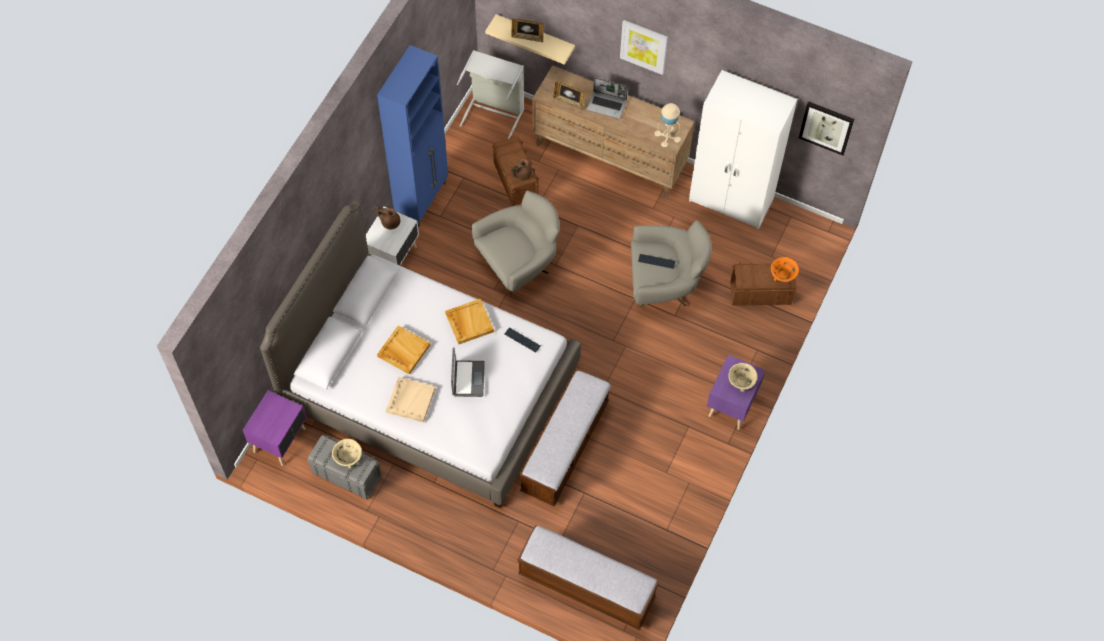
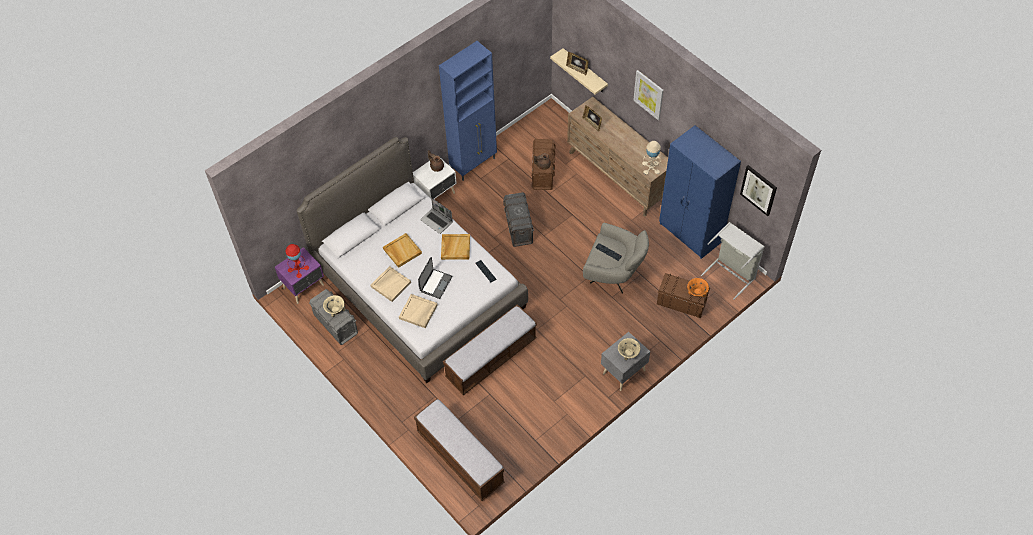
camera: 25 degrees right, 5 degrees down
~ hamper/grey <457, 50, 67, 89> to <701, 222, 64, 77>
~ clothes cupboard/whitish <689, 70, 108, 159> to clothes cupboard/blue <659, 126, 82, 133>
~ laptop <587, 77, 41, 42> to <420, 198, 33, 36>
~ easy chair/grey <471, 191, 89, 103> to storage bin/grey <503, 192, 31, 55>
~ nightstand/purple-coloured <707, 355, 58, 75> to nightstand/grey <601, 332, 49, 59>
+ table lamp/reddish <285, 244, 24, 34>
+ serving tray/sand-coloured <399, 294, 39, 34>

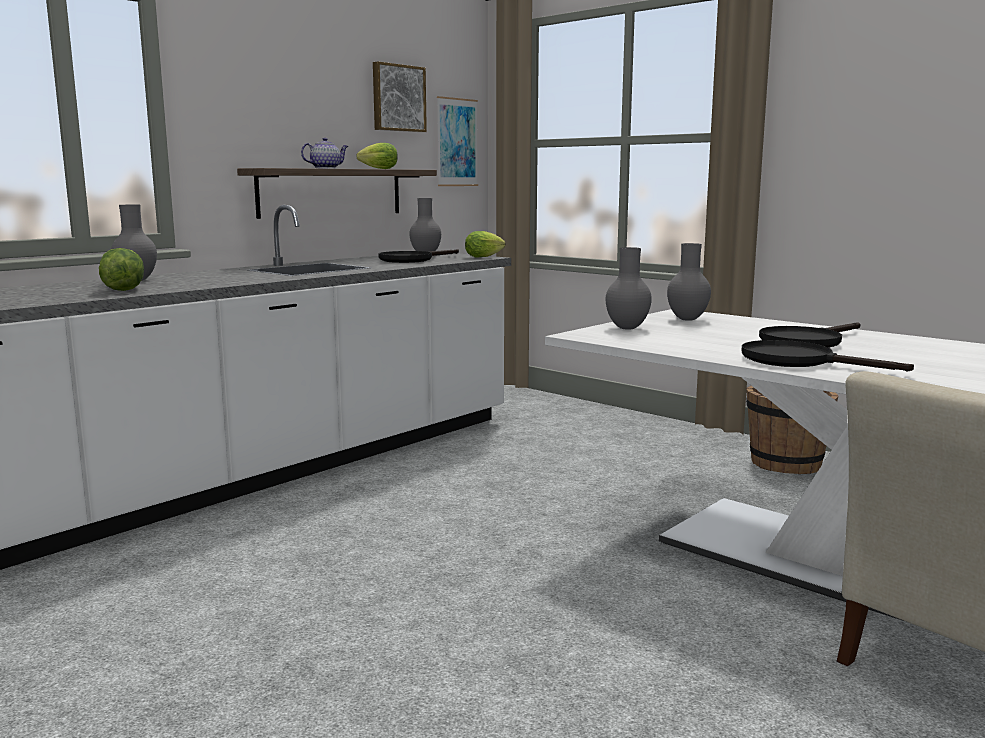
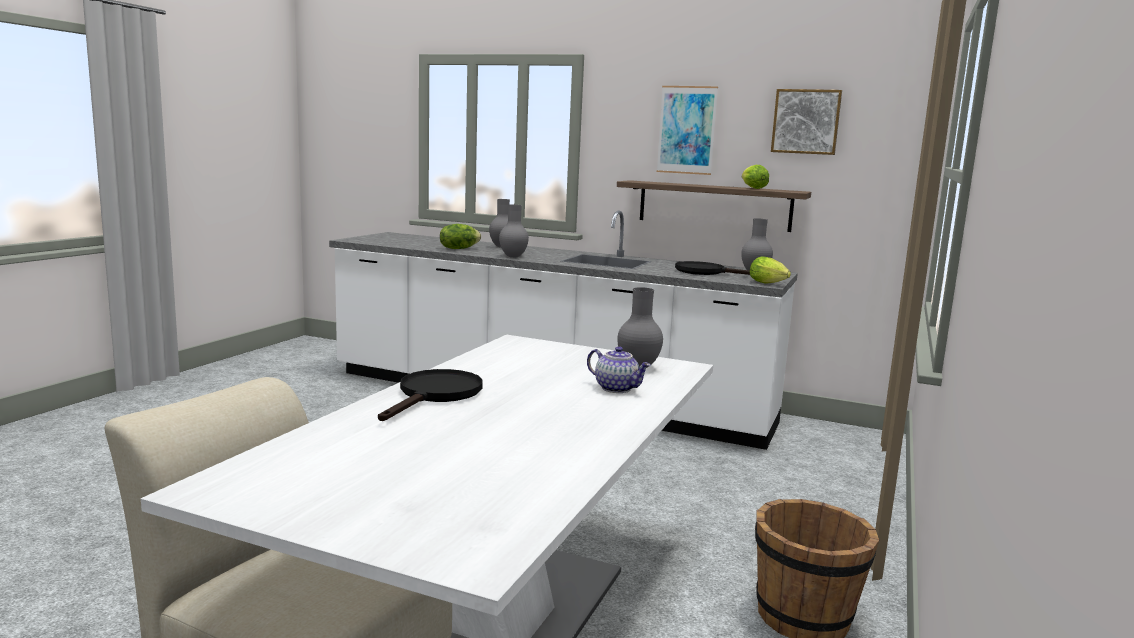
camera: 70 degrees right, 0 degrees up
~ picture <437, 96, 41, 90> to <657, 86, 61, 89>
~ tea pot <301, 138, 48, 31> to <587, 346, 64, 47>
~ flower vase/grey <606, 247, 46, 83> to <499, 205, 30, 53>
- frying pan/black-coloured <759, 322, 101, 26>

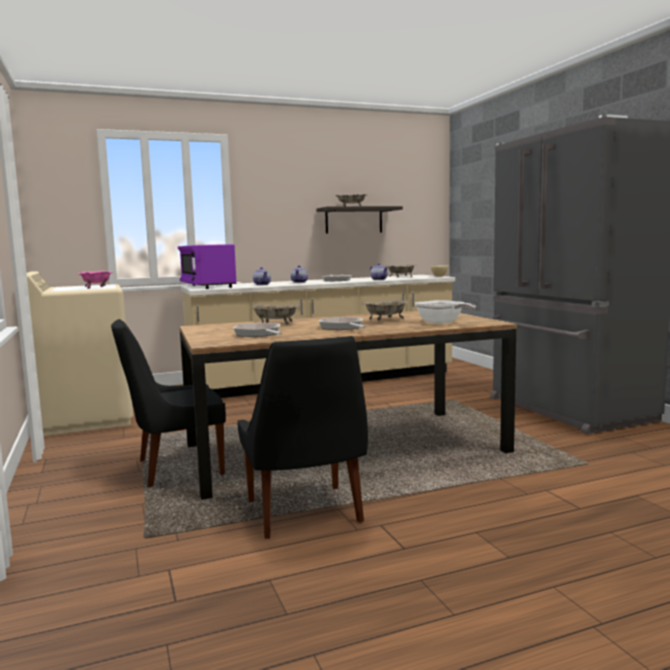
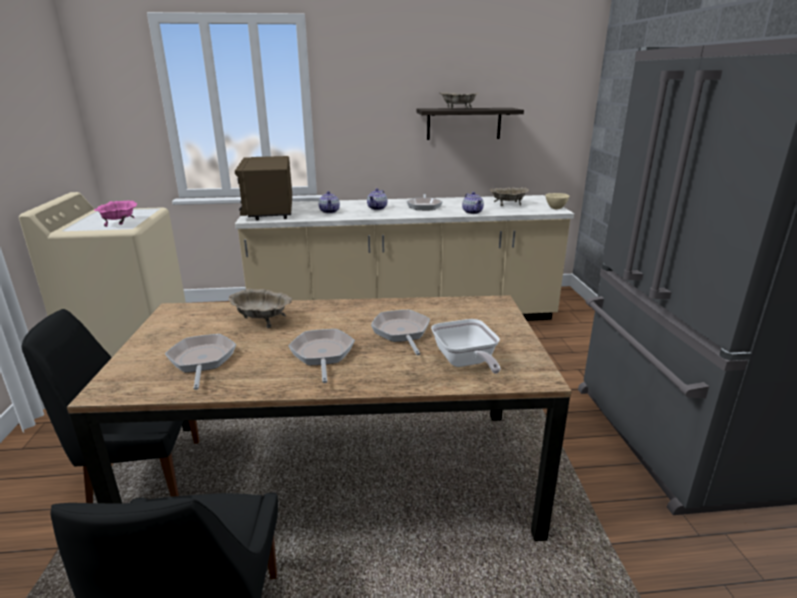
camera: 15 degrees right, 15 degrees up
~ microwave oven/purple-coloured <178, 244, 59, 45> to microwave oven/brown <235, 156, 57, 64>
~ deep dish/sand-coloured <362, 300, 47, 21> to frying pan <371, 310, 59, 45>

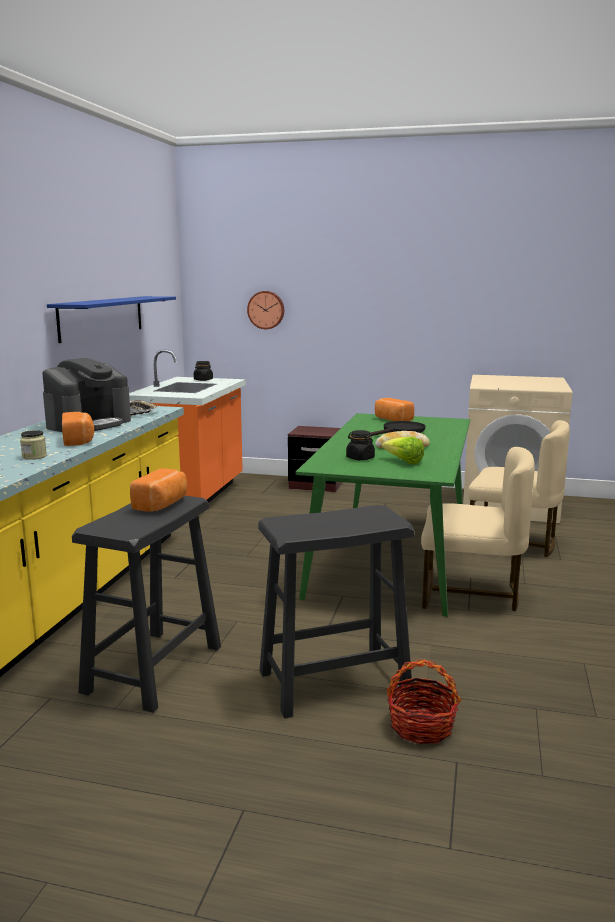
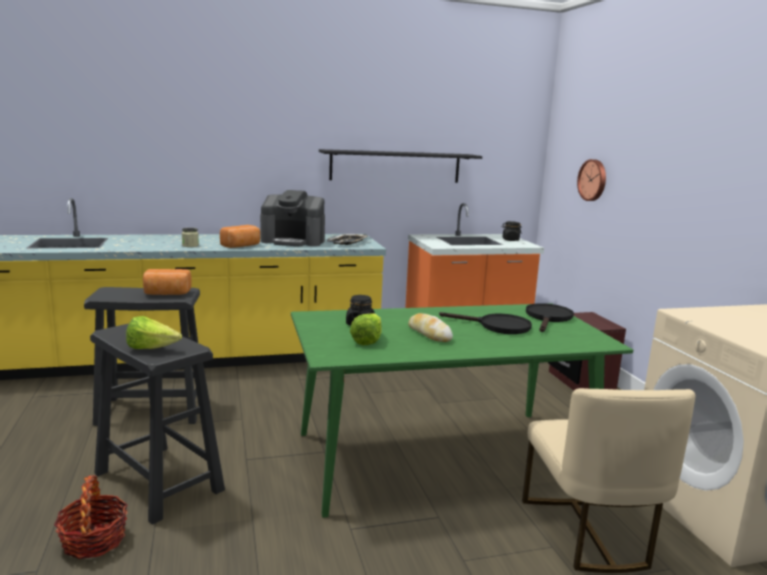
camera: 60 degrees right, 0 degrees up
~ shelf/blue <47, 296, 129, 47> to shelf/black-coloured <319, 149, 163, 34>
~ bakery bread <375, 398, 39, 23> to frying pan/black-coloured <526, 303, 48, 29>
- plain chair/sand-coloured <421, 447, 114, 164>
+ head of lettuce <126, 316, 56, 33>

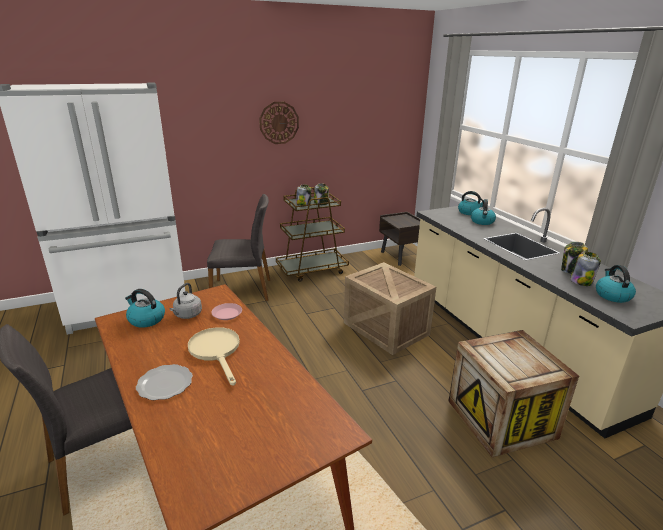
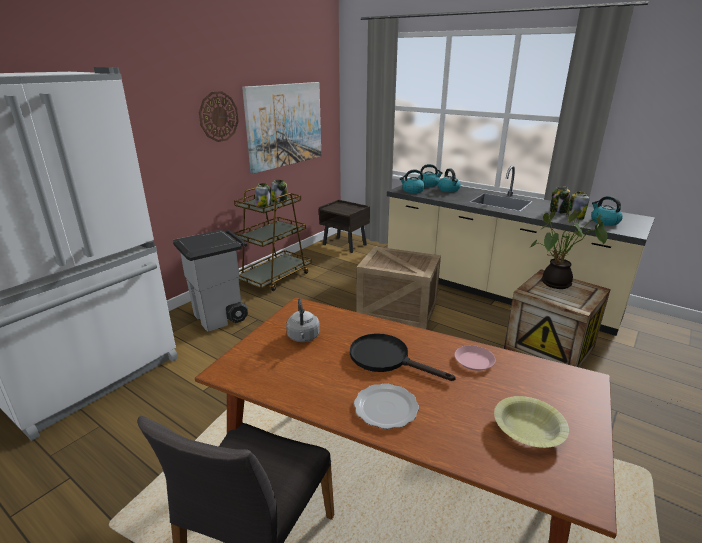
camera: 30 degrees left, 0 degrees up
~ plain chair/grey <207, 194, 63, 107> to trash can/grey <173, 230, 75, 102>
~ water kettle <125, 289, 40, 39> to <400, 169, 25, 24>
~ flat dish/pinkish <211, 303, 31, 17> to <454, 345, 42, 26>
~ frying pan/sand-coloured <188, 327, 52, 59> to frying pan/black-coloured <350, 333, 106, 48>
+ picture <242, 82, 79, 92>
+ houseplant <529, 210, 78, 79>
+ deep dish/yellow-coloured <494, 396, 75, 52>

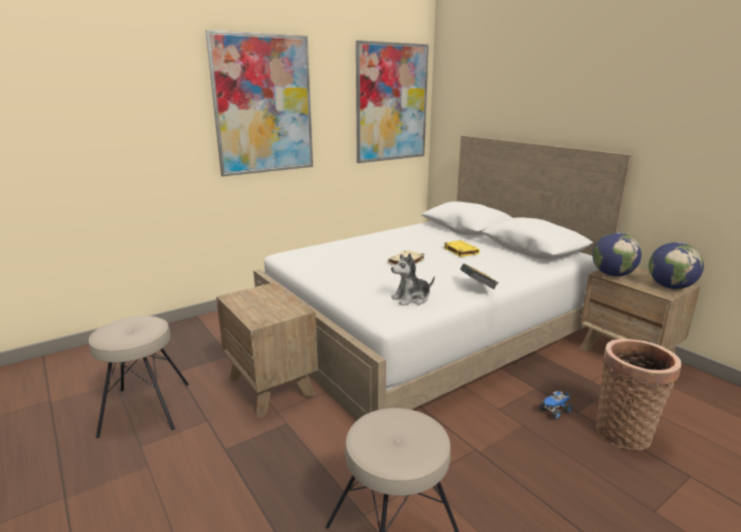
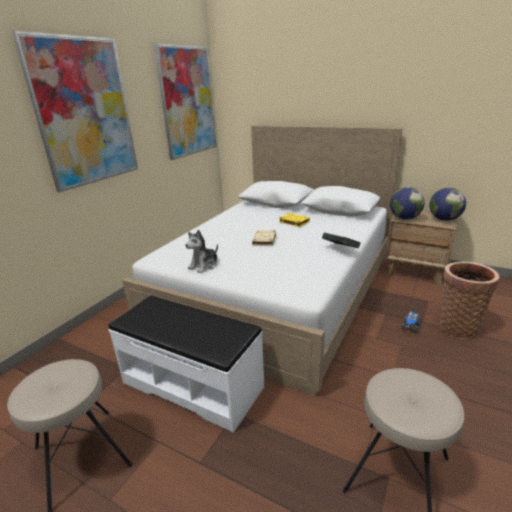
camera: 25 degrees left, 5 degrees up
~ plush toy <391, 253, 44, 53> to <185, 230, 33, 43>
~ nightstand/brown <216, 282, 102, 136> to indoor bench/whitish <108, 295, 156, 138>

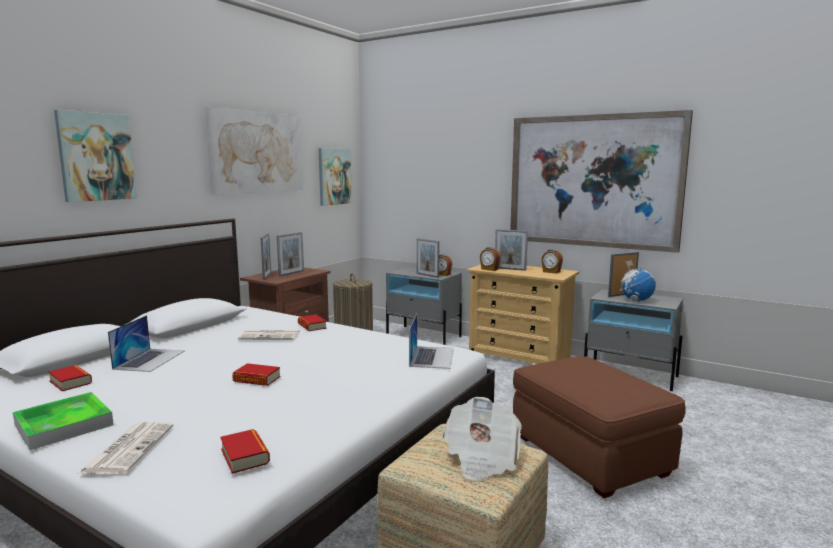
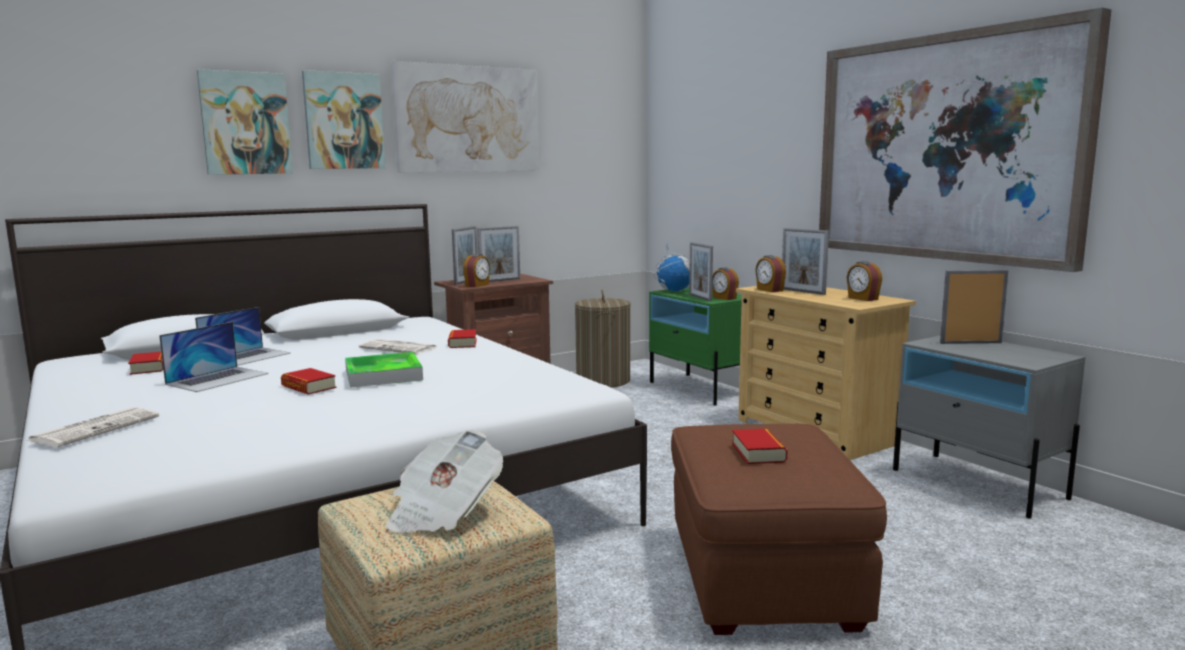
camera: 25 degrees right, 0 degrees up
~ picture <319, 148, 33, 58> to <302, 70, 84, 99>
~ globe <619, 260, 37, 41> to <654, 245, 36, 46>
~ nightstand/grey <386, 267, 76, 78> to nightstand/green <649, 287, 93, 118>
~ laptop <409, 314, 45, 55> to <159, 322, 109, 70>
~ serving tray <13, 392, 101, 58> to <345, 352, 78, 36>
~ book <220, 429, 50, 45> to <732, 429, 56, 35>
+ table clock <463, 254, 27, 33>

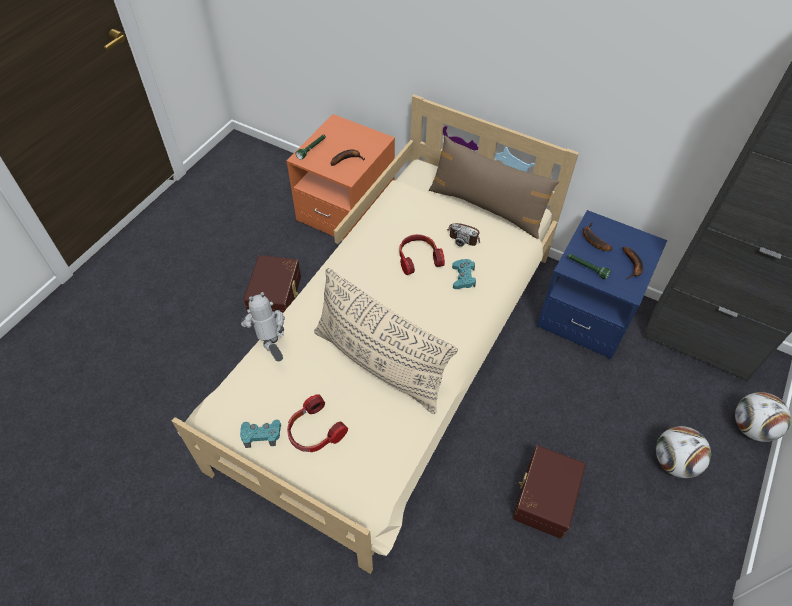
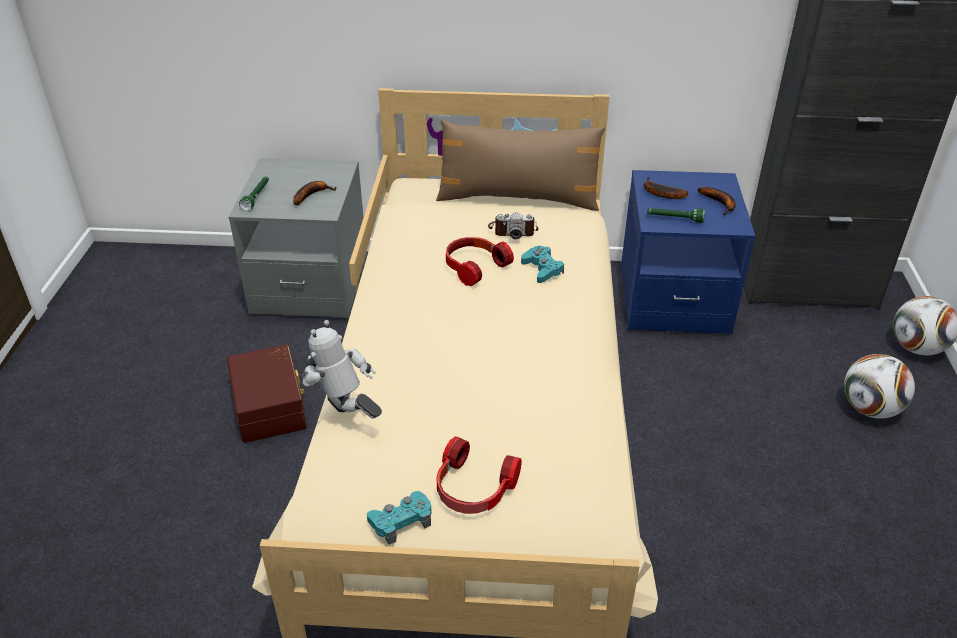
camera: 25 degrees left, 15 degrees down
~ nightstand/orange <286, 114, 109, 126> to nightstand/grey <228, 158, 139, 160>
- cushion/sand-coloured <314, 268, 144, 146>
- storage bin/brown <513, 446, 73, 93>

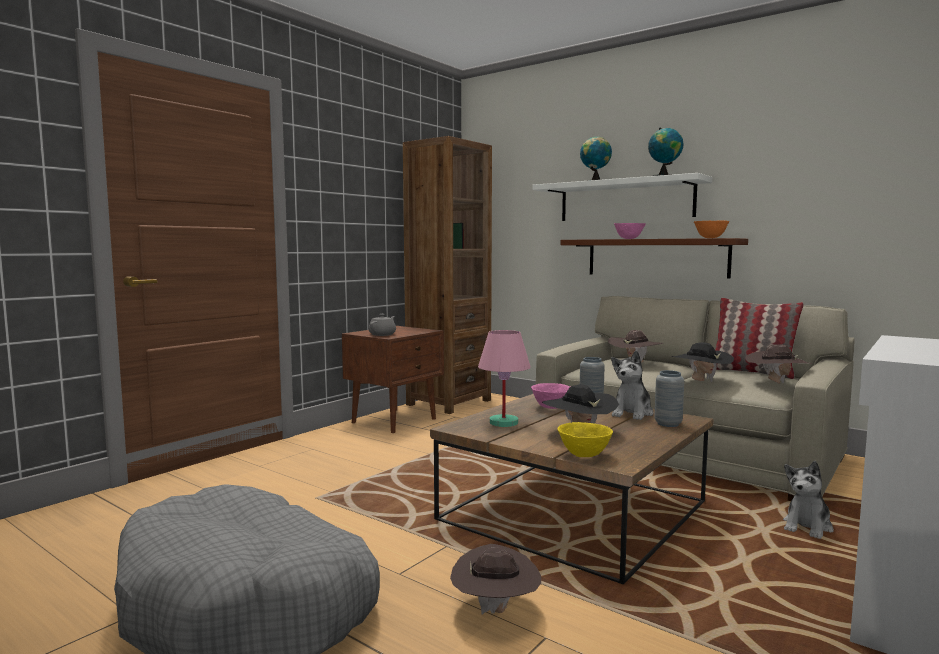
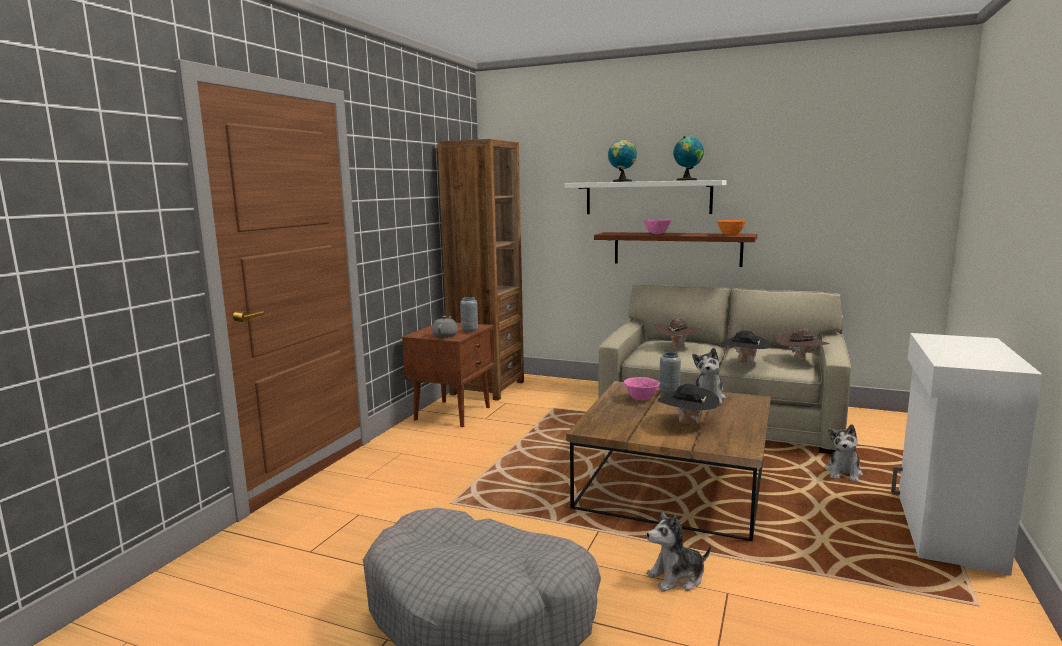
camera: 15 degrees left, 5 degrees up
- cushion <715, 298, 89, 81>
- table lamp/pinkish <478, 330, 53, 97>
~ flower vase/grey <655, 370, 29, 57> to <460, 297, 18, 35>
- deep dish/yellow-coloured <557, 422, 56, 35>
~ wearable hat/brown <450, 544, 91, 71> to plush toy <647, 511, 64, 81>

